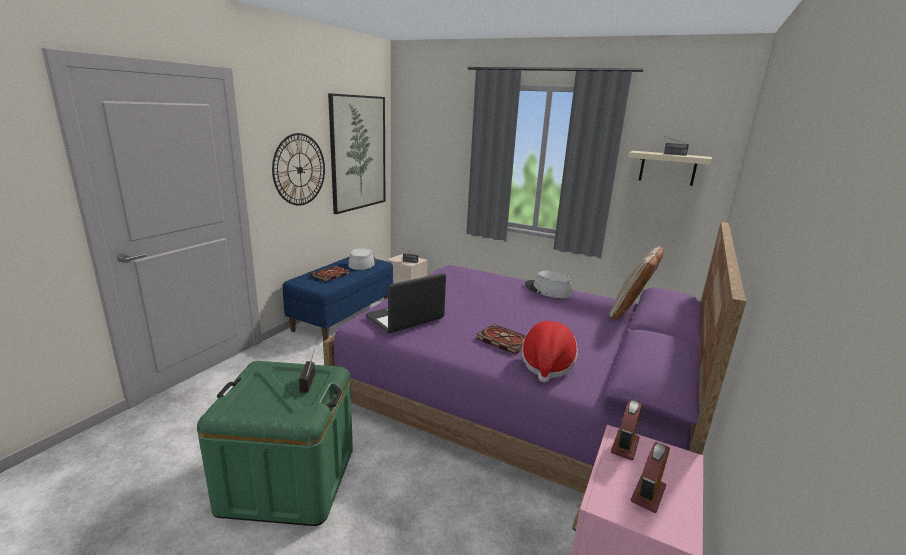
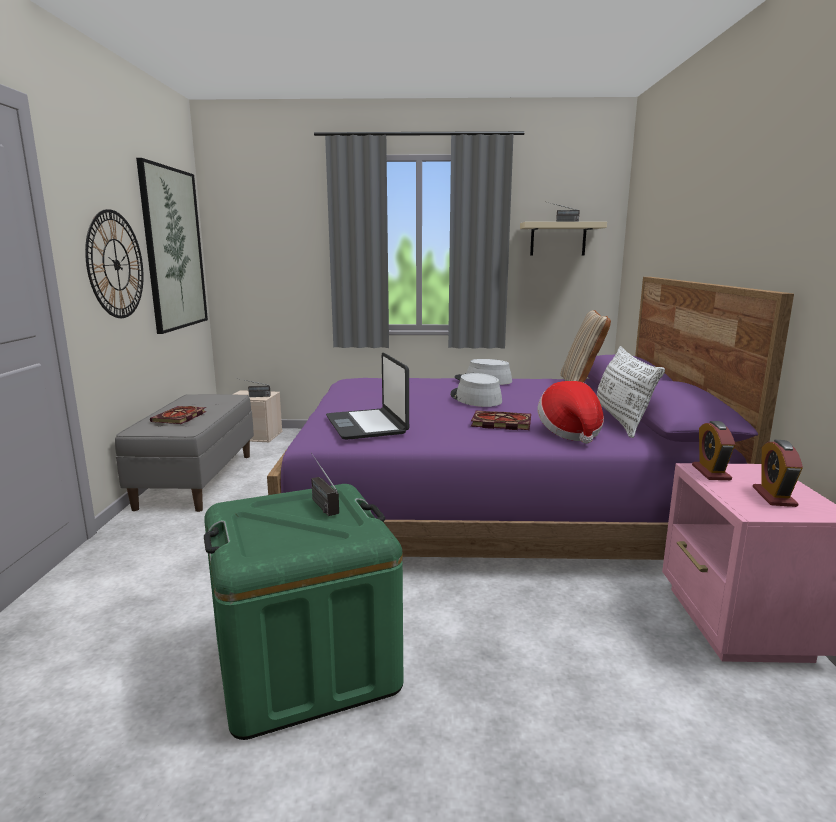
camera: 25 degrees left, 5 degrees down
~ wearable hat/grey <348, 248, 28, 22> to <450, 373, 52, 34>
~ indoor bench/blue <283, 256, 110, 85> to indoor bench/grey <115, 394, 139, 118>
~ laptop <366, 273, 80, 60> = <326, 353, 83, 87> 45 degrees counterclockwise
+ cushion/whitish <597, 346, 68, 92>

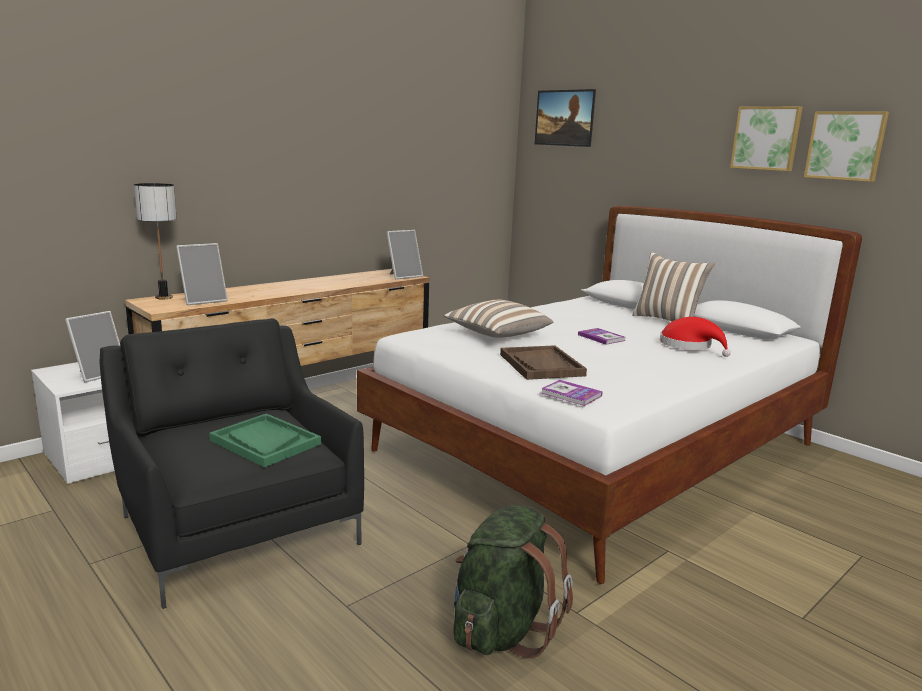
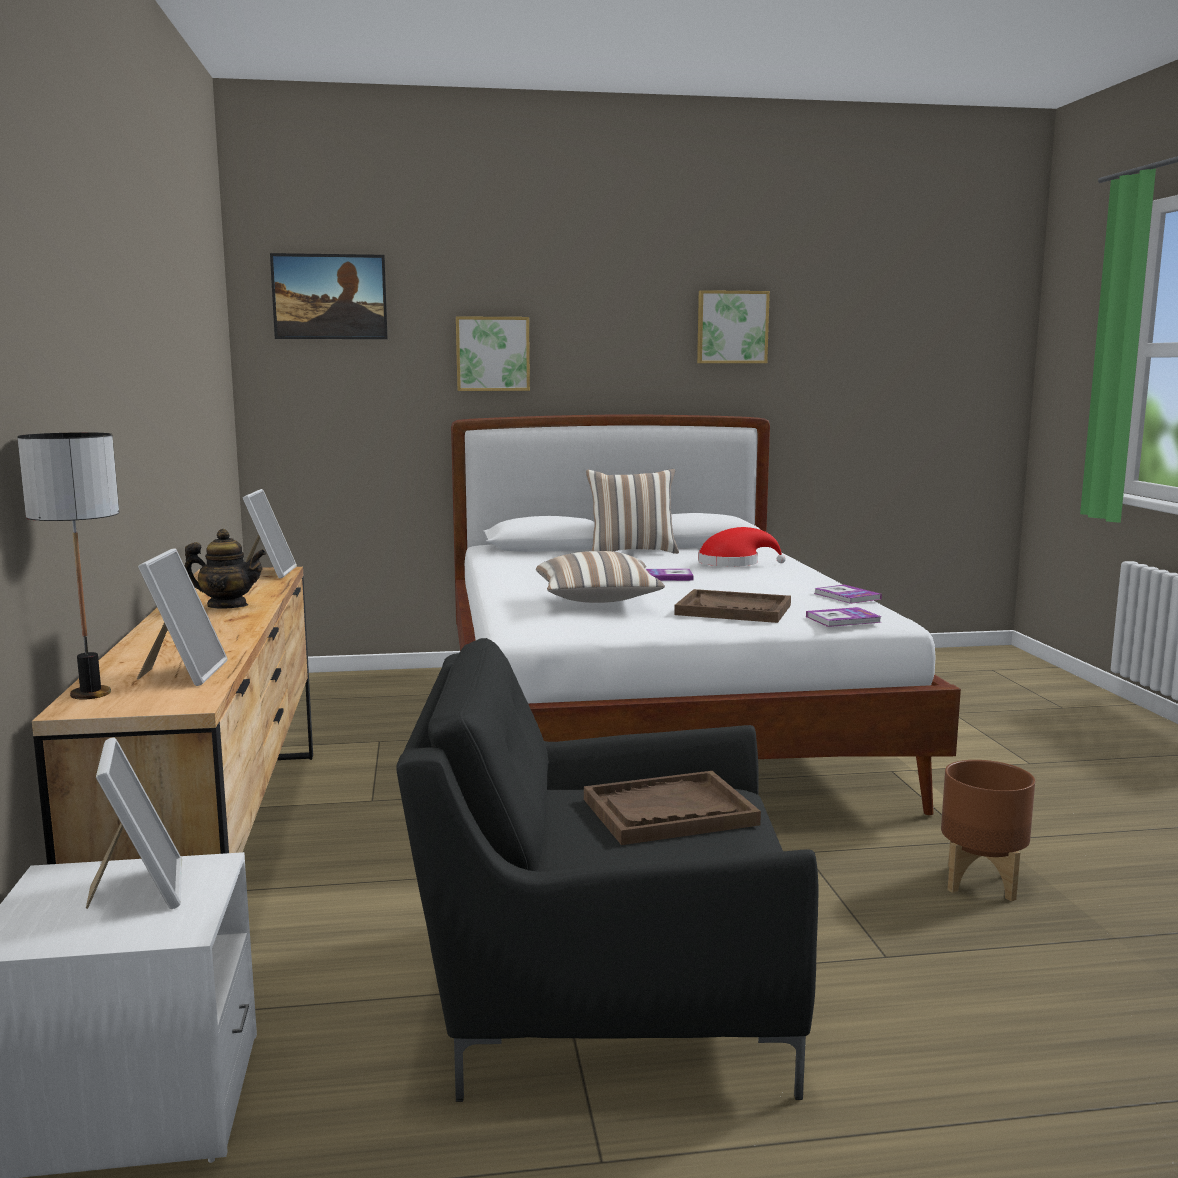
camera: 55 degrees left, 5 degrees down
~ picture <730, 106, 73, 65> to <456, 316, 74, 75>
~ serving tray/green <209, 414, 112, 54> to serving tray/brown <584, 771, 177, 74>
~ knapsack/green <453, 505, 120, 153> to planter/brown <941, 760, 94, 142>
+ tea pot <185, 529, 81, 79>
+ book <814, 585, 68, 19>

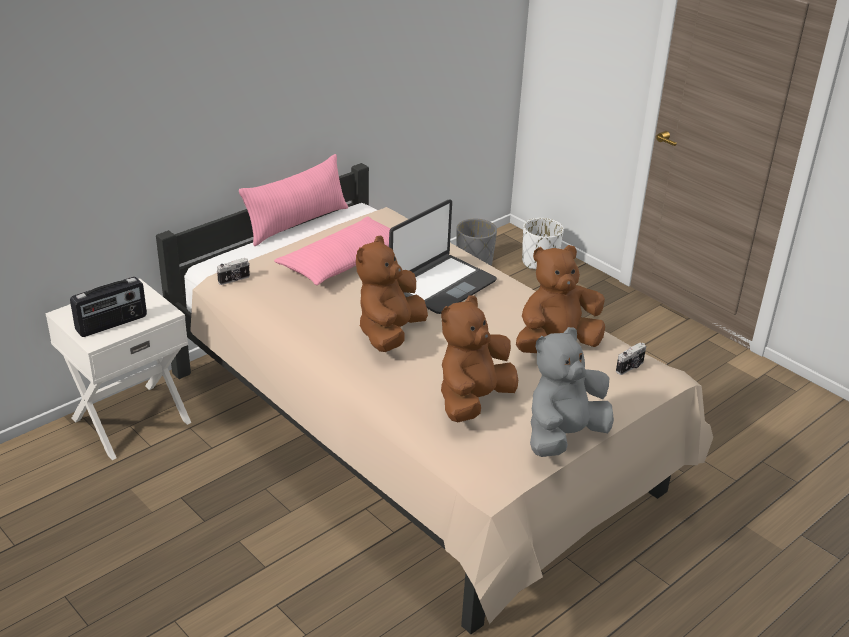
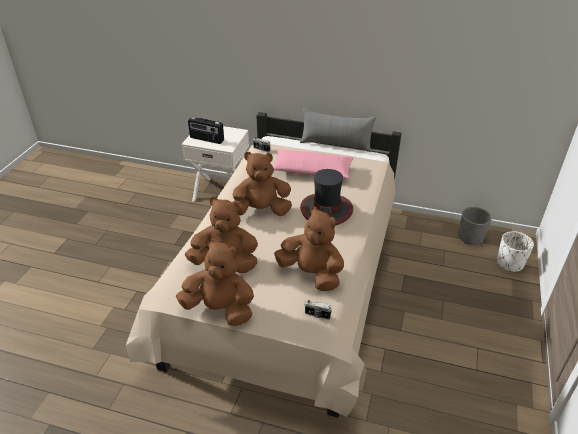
camera: 60 degrees right, 5 degrees up
~ cushion/pinkish <239, 154, 109, 92> to cushion/grey <300, 109, 76, 43>
~ laptop <389, 200, 108, 114> to wearable hat <300, 169, 53, 56>
~ plush toy/grey <530, 327, 84, 130> to plush toy/brown <176, 239, 78, 87>

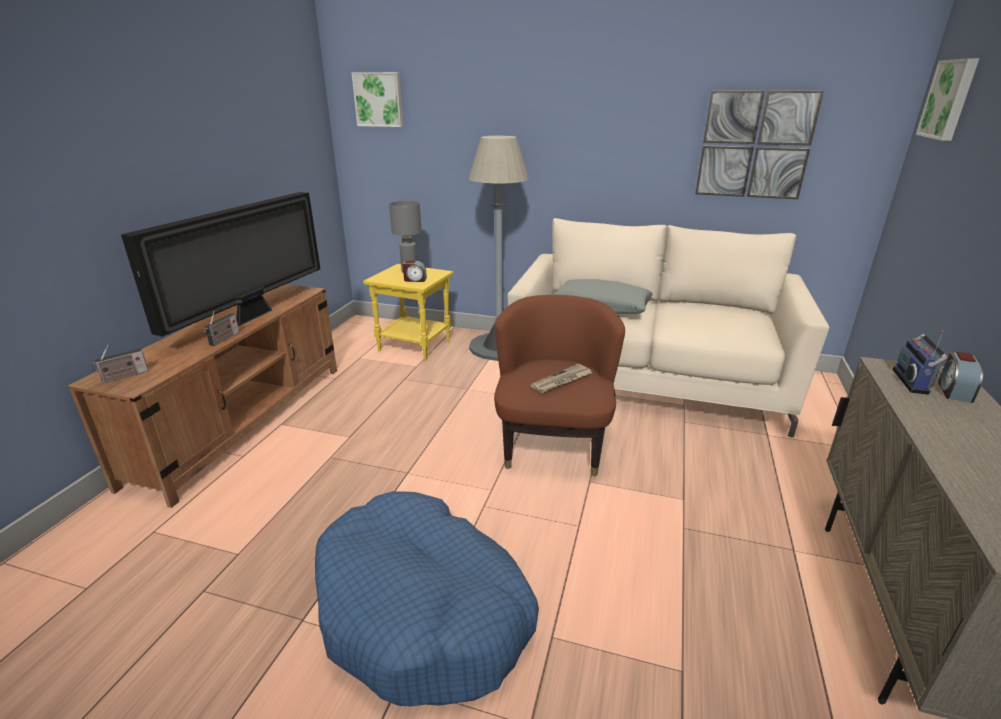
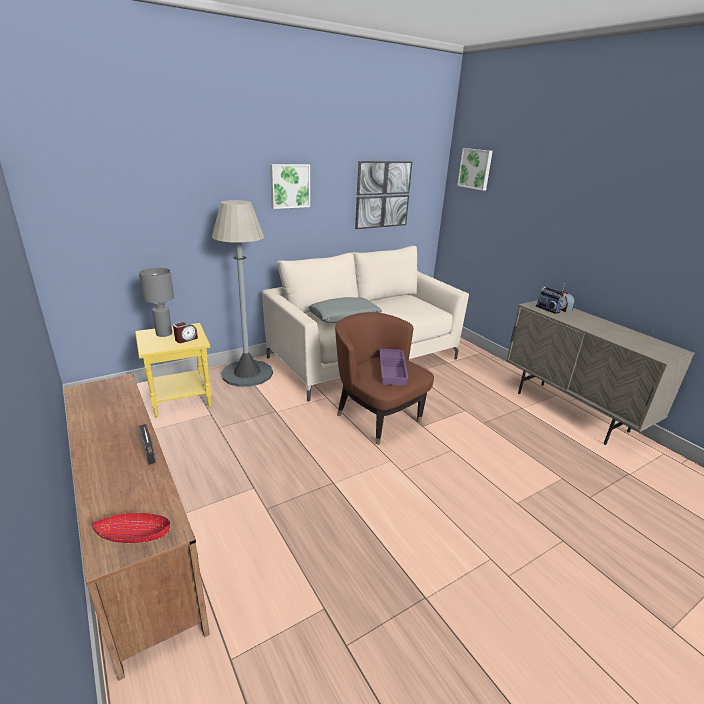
camera: 50 degrees left, 0 degrees up
~ picture <352, 72, 51, 55> to <270, 164, 40, 45>
- TV set <121, 192, 199, 145>
~ radio receiver <91, 345, 57, 39> to deep dish/reddish <92, 513, 78, 30>
~ printed paper <530, 364, 62, 29> to serving tray/purple-coloured <379, 349, 30, 37>
- dog bed/blue <315, 491, 224, 215>

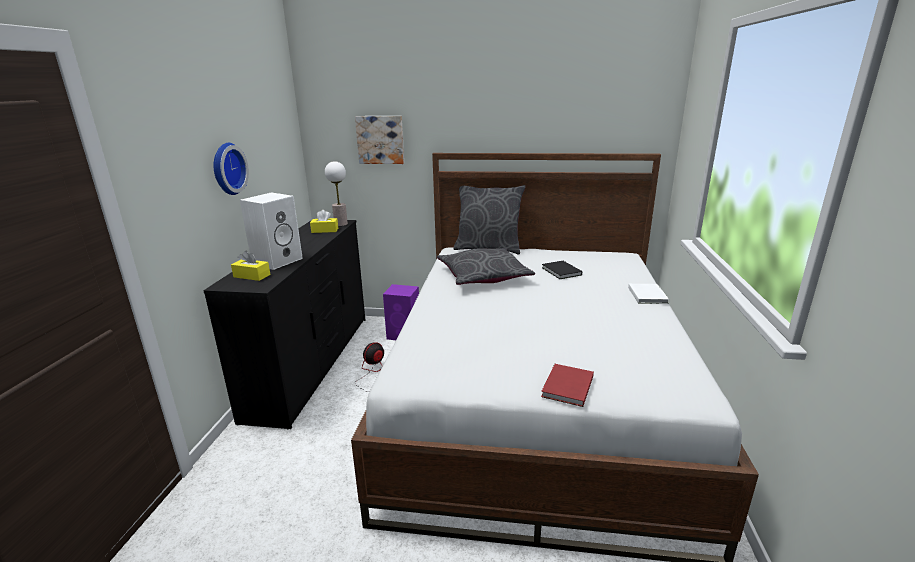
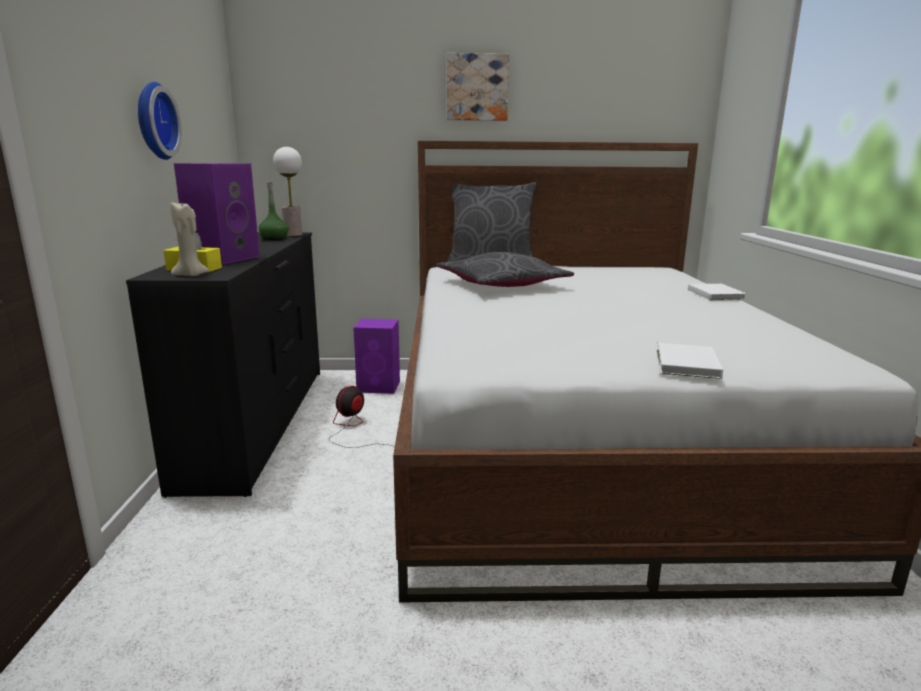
camera: 10 degrees left, 5 degrees down
~ picture <355, 116, 49, 48> to <447, 53, 62, 68>
~ speaker/whitish <240, 192, 63, 78> to speaker/purple-coloured <174, 163, 86, 102>
~ tissue box/yellow-coloured <310, 210, 28, 23> to bottle/green <258, 182, 31, 58>
- book/black-coloured <542, 261, 40, 18>
~ book/reddish <541, 364, 53, 43> to book/whitish <657, 343, 66, 36>
+ wax candle/sand-coloured <170, 202, 39, 74>

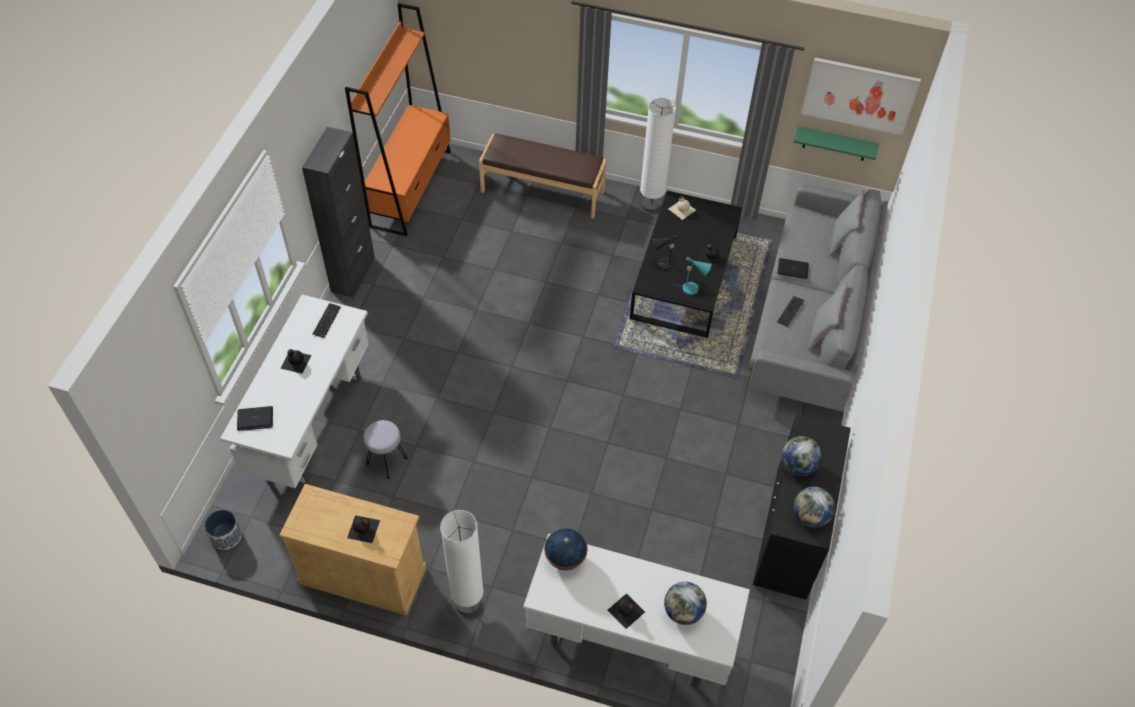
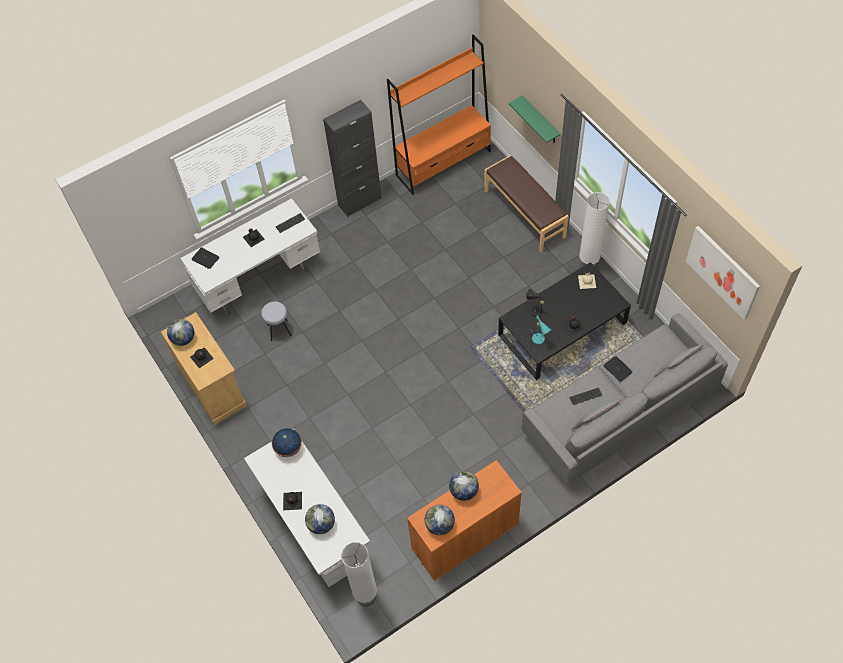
camera: 45 degrees right, 5 degrees up
~ shelf/green <794, 126, 85, 35> to <509, 96, 52, 47>
~ cupboard/black-coloured <753, 414, 98, 186> to cupboard/orange <407, 460, 115, 121>
- planter <204, 510, 38, 40>
~ floor lamp/whitish <440, 510, 44, 105> to <341, 542, 36, 65>
+ globe <167, 319, 27, 27>

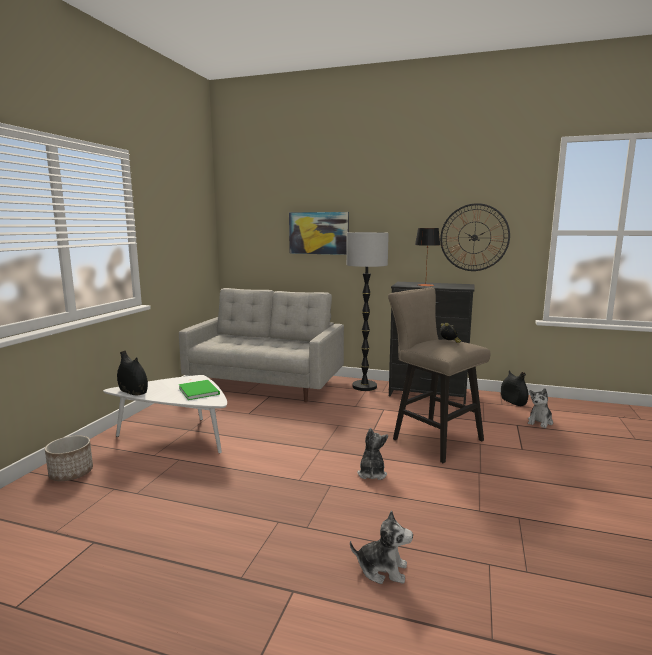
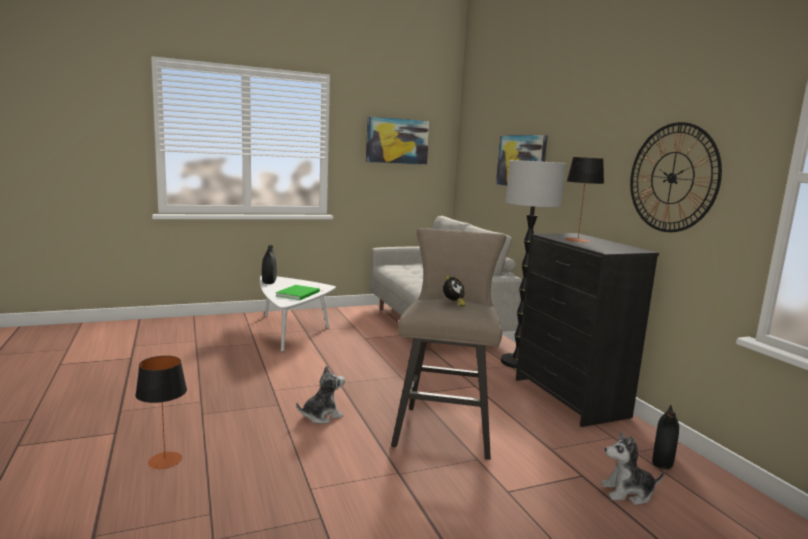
camera: 50 degrees right, 0 degrees up
- planter <45, 435, 48, 46>
~ plush toy <350, 510, 63, 74> to table lamp <135, 356, 52, 113>
+ picture <366, 116, 64, 49>

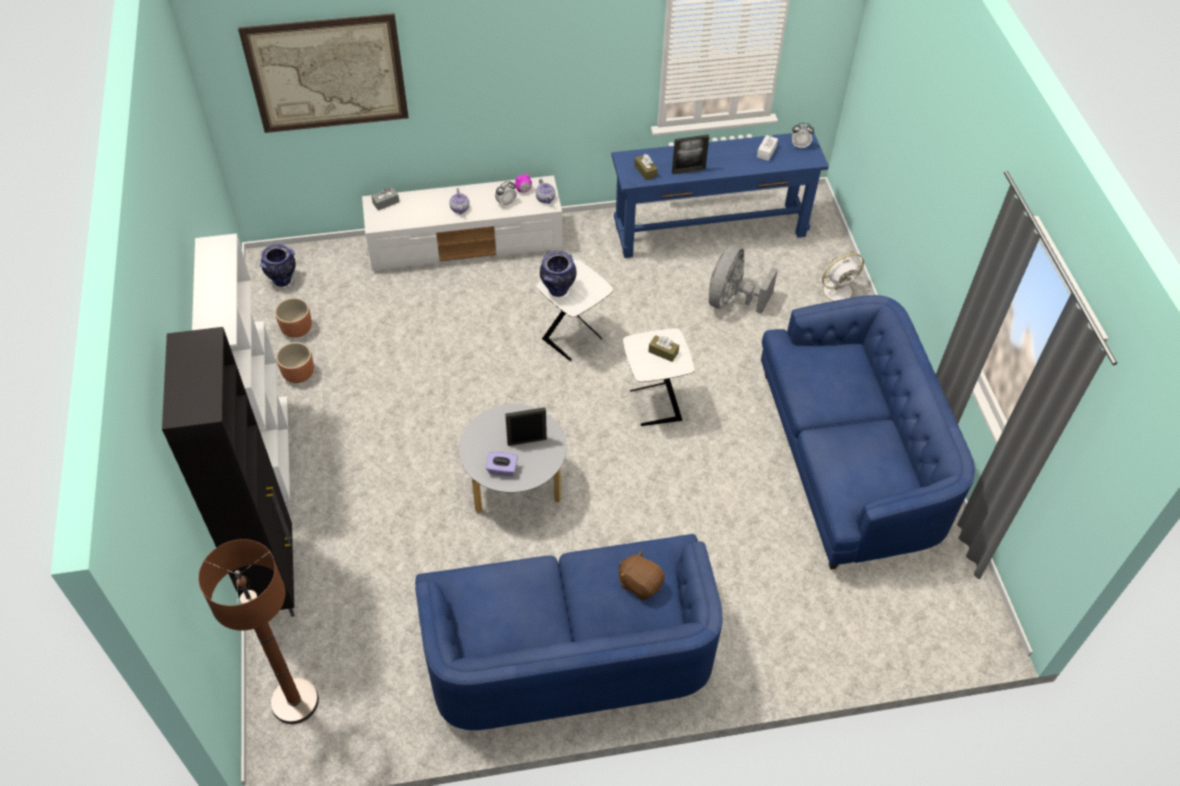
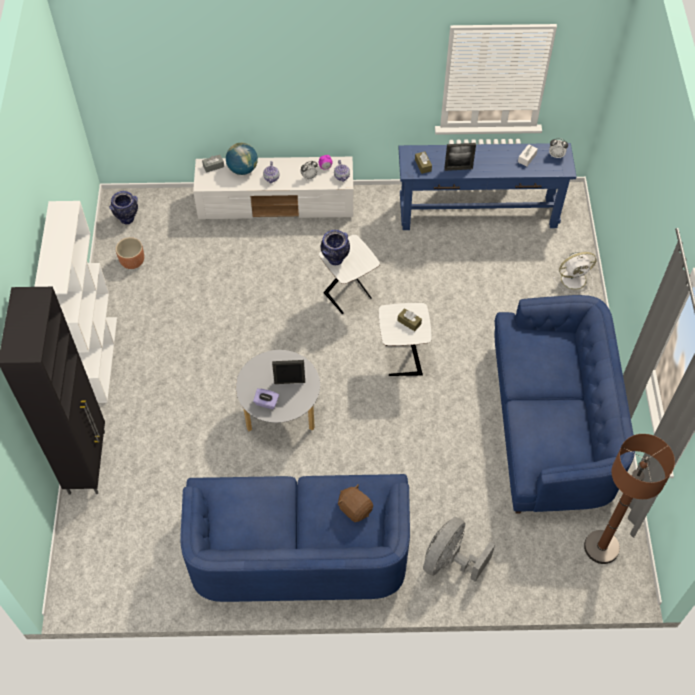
camera: 10 degrees right, 5 degrees up
- picture <238, 13, 171, 120>
~ cooling fan/grey <709, 245, 69, 69> to <423, 517, 72, 65>
- planter/brown <276, 342, 38, 41>
~ floor lamp/brown <198, 539, 121, 185> to <584, 434, 91, 130>
+ globe <226, 143, 32, 32>

